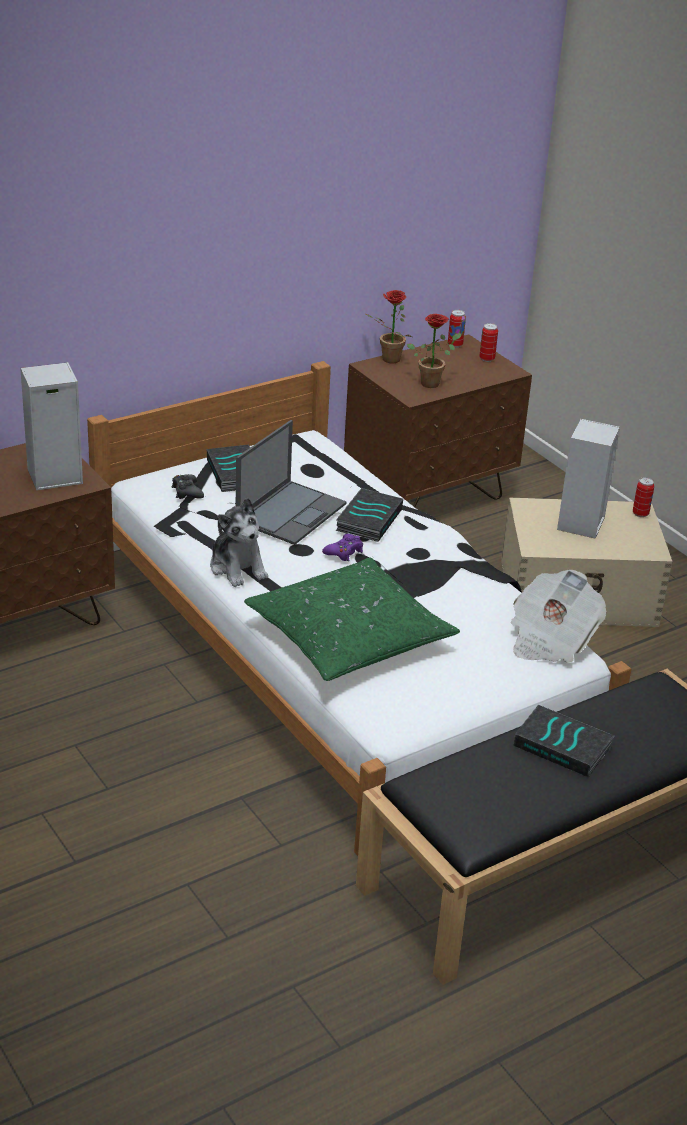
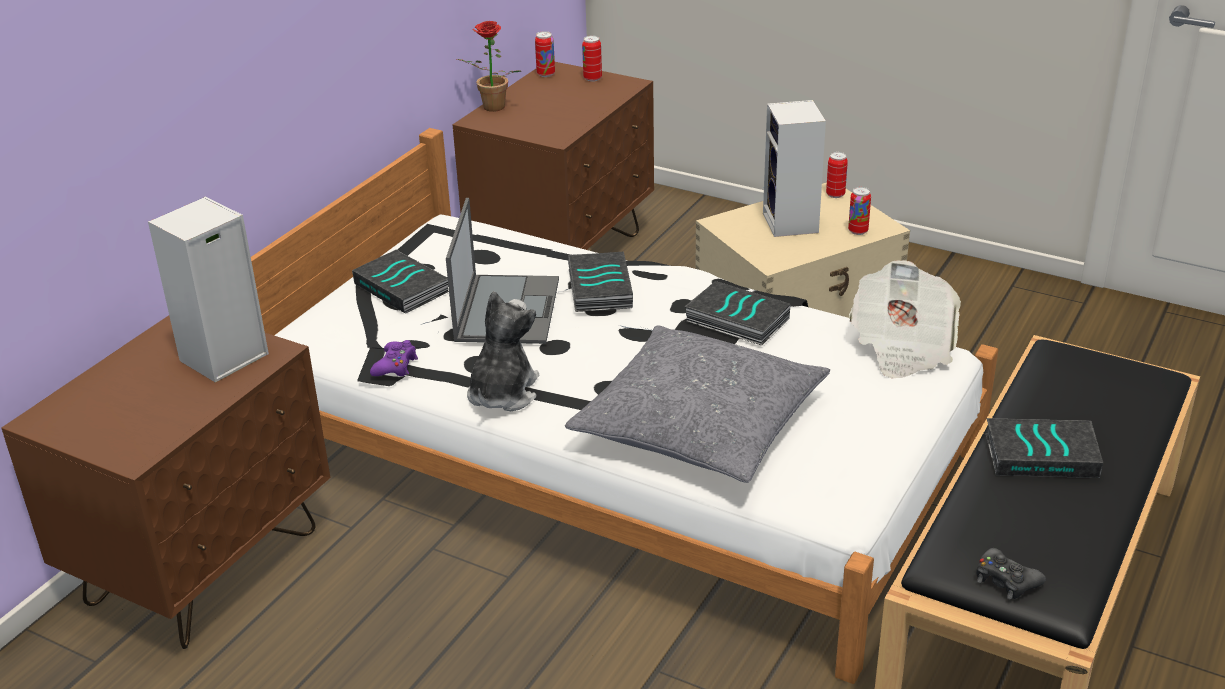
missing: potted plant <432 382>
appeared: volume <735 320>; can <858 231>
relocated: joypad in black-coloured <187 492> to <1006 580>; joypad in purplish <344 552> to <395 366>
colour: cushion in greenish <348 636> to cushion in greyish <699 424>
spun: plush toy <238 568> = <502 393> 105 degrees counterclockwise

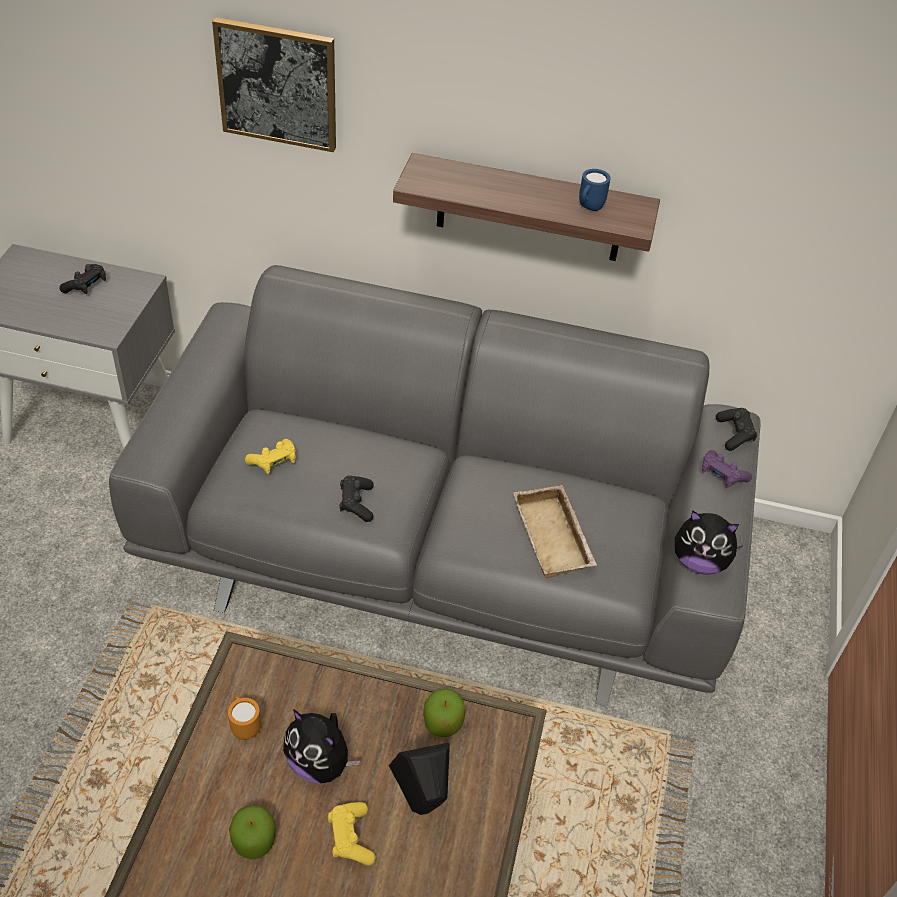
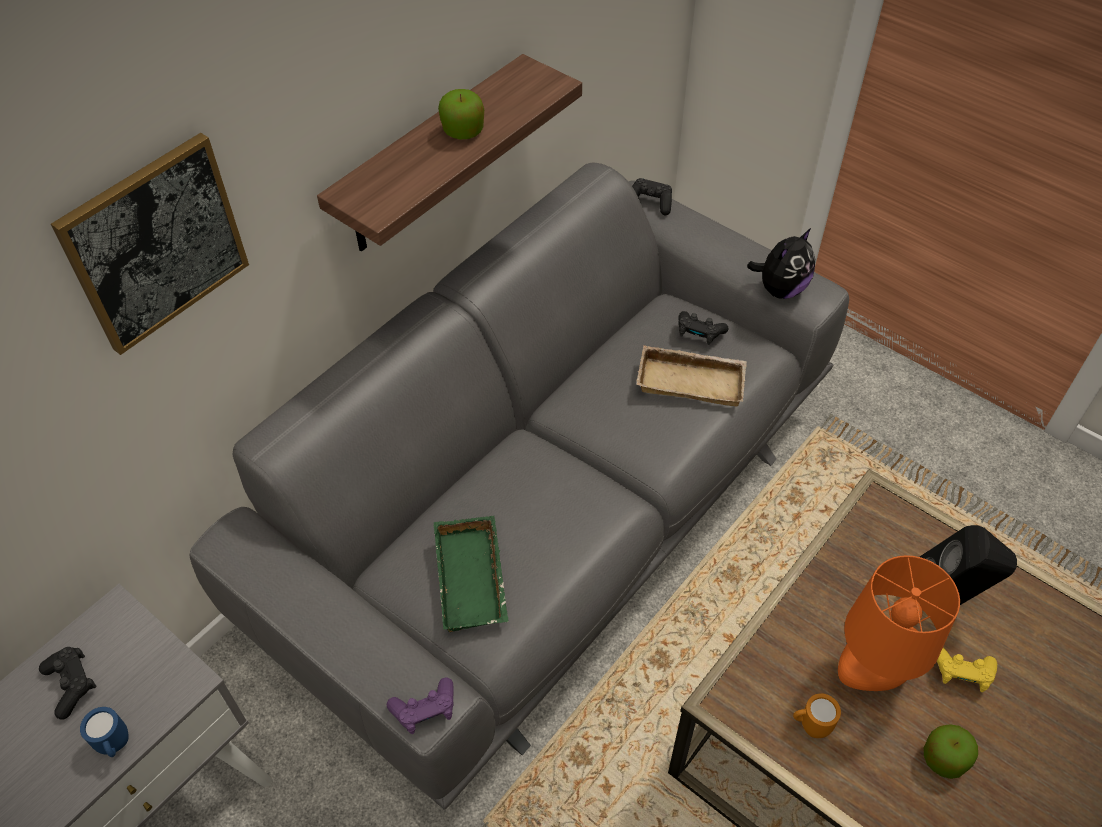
relocated: joypad in black-coloured <356 503> to <699 333>; apple fruit <443 722> to <463 131>; coffee mug in bluish <589 208> to <115 746>; joypad in purplish <721 475> to <425 710>
exchanged: joypad in yellow-coloured <273 462> to serving tray in greenish <474 579>; plush toy <320 763> to tabletop lamp in orange-coloured <872 671>

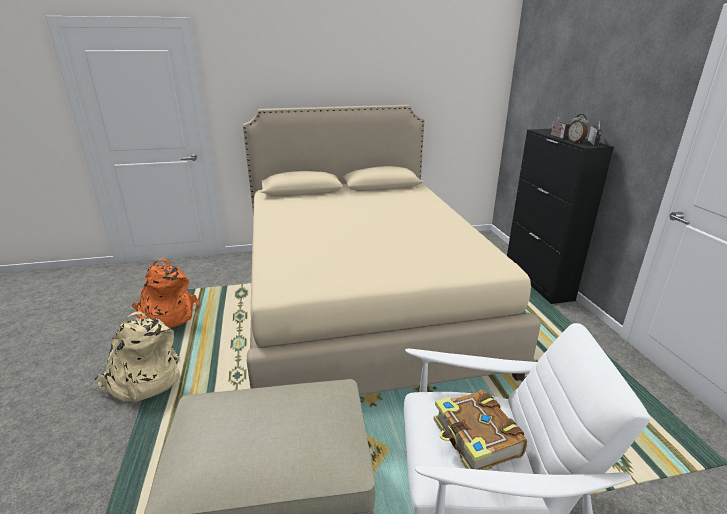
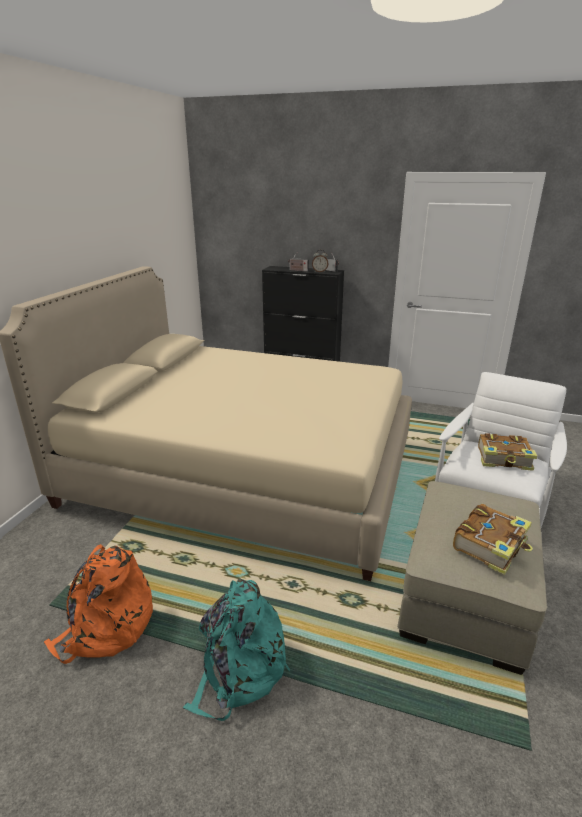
appeared: volume <491 545>
colour: knapsack in beige <143 380> to knapsack in turquoise <238 669>

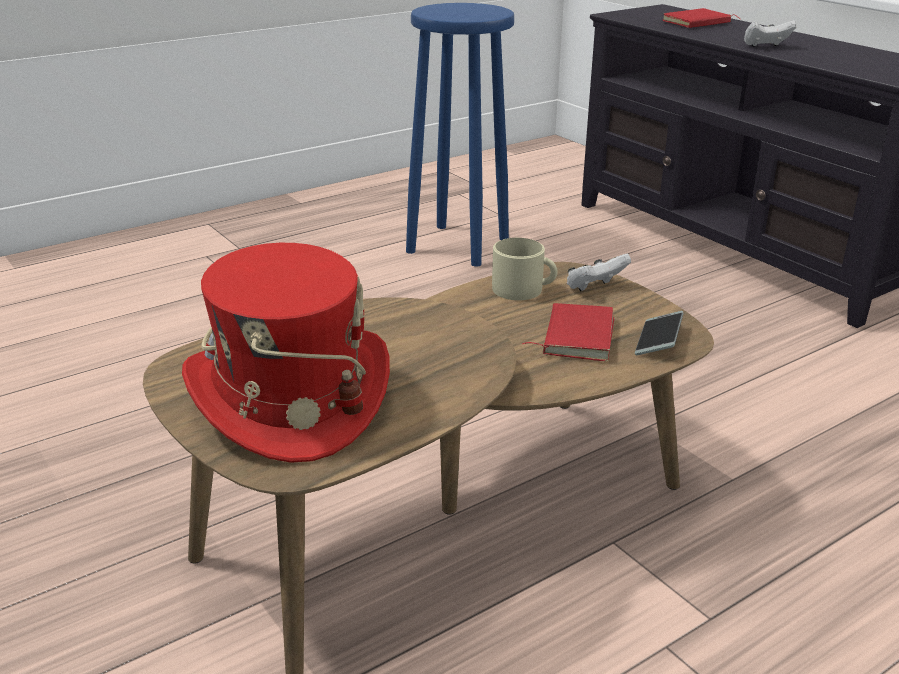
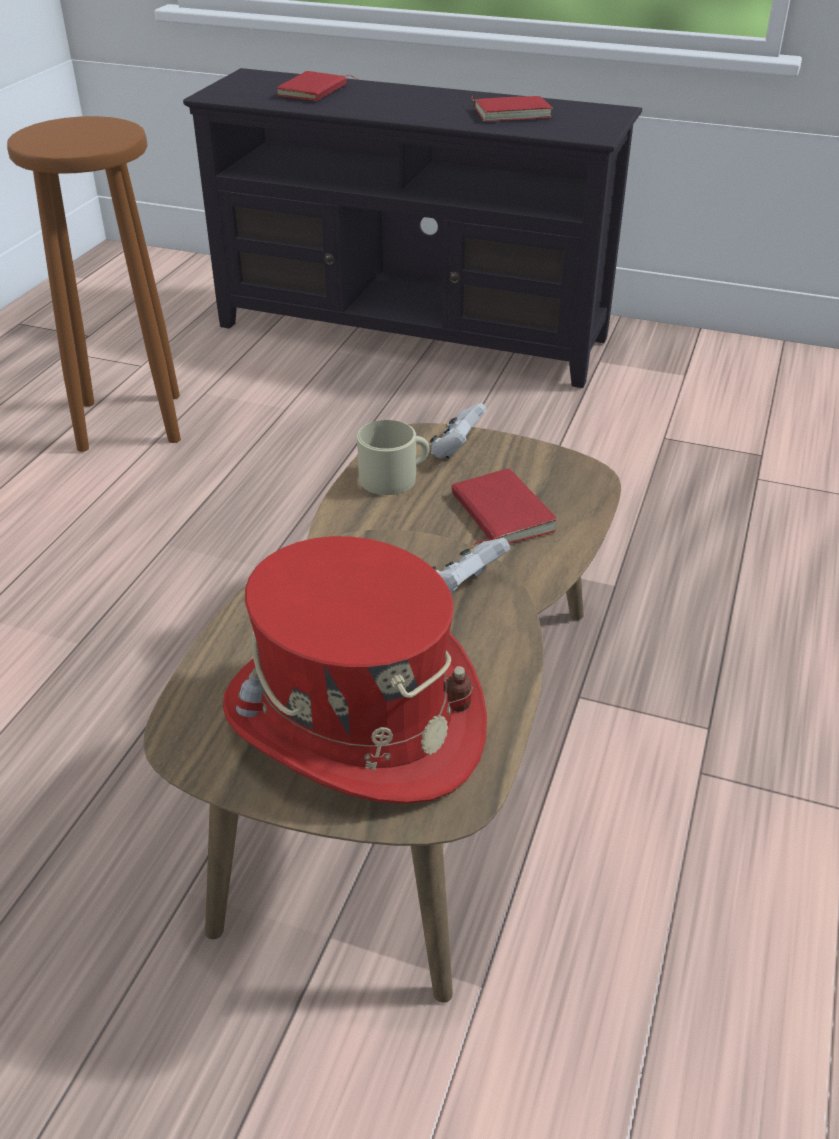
missing: handset <658 340>
appeared: volume in red-coloured <511 113>
relocated: joypad in whitish <765 46> to <464 587>
colour: stool in bluish <458 244> to stool in brownish <130 420>

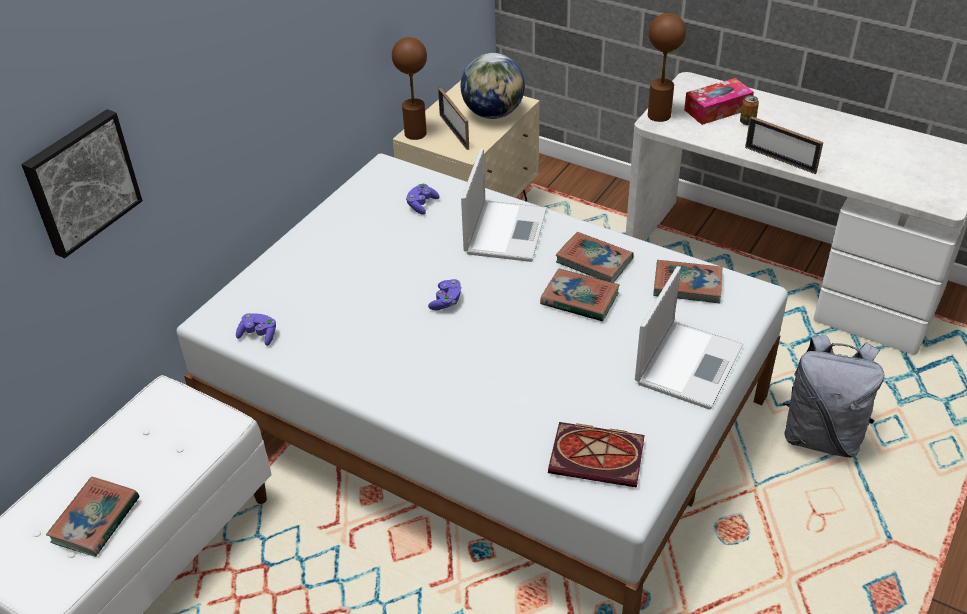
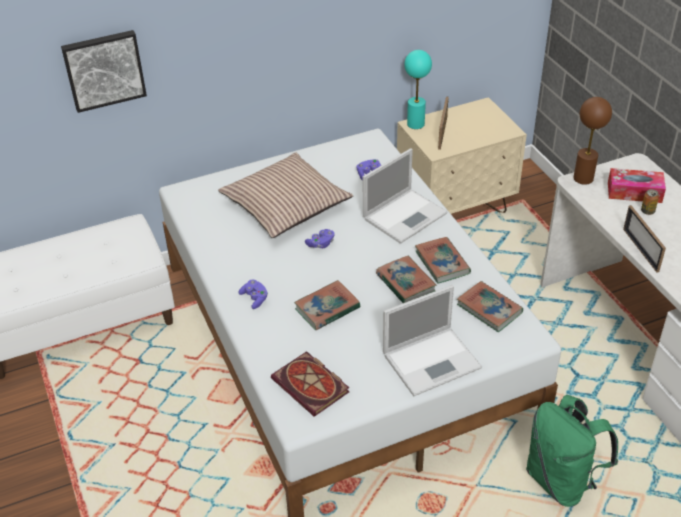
missing: desk globe <493 113>
appeared: cushion <285 205>
relocated: volume <95 520> to <327 308>; joypad in purplish <259 335> to <255 298>
colour: tabletop lamp in brownish <415 134> to tabletop lamp in turquoise <415 124>; knapsack in greyish <821 436> to knapsack in greenish <561 480>

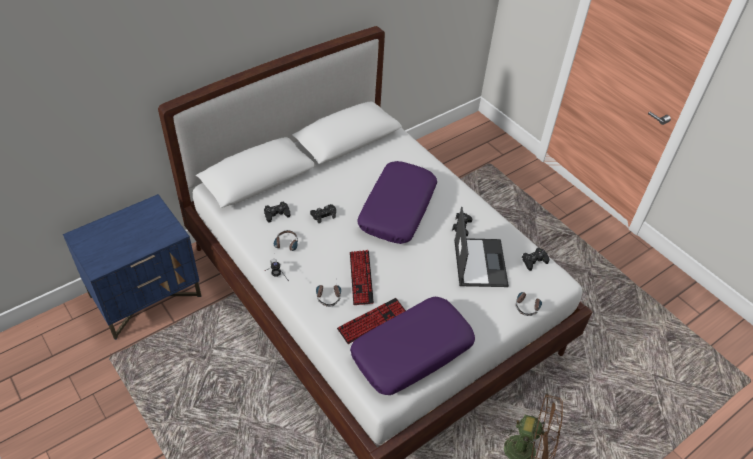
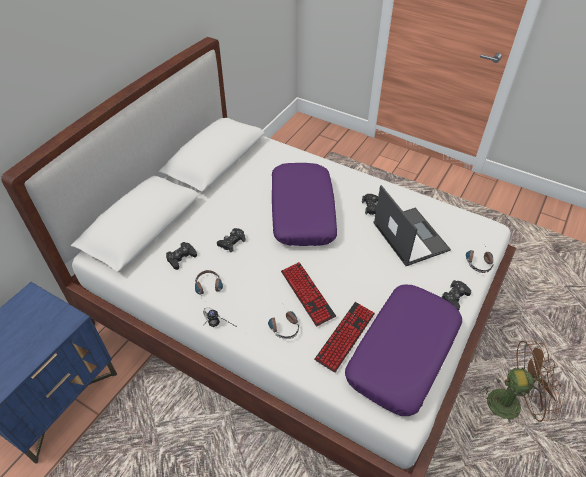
relocated: joypad in black-coloured <534 261> to <455 297>

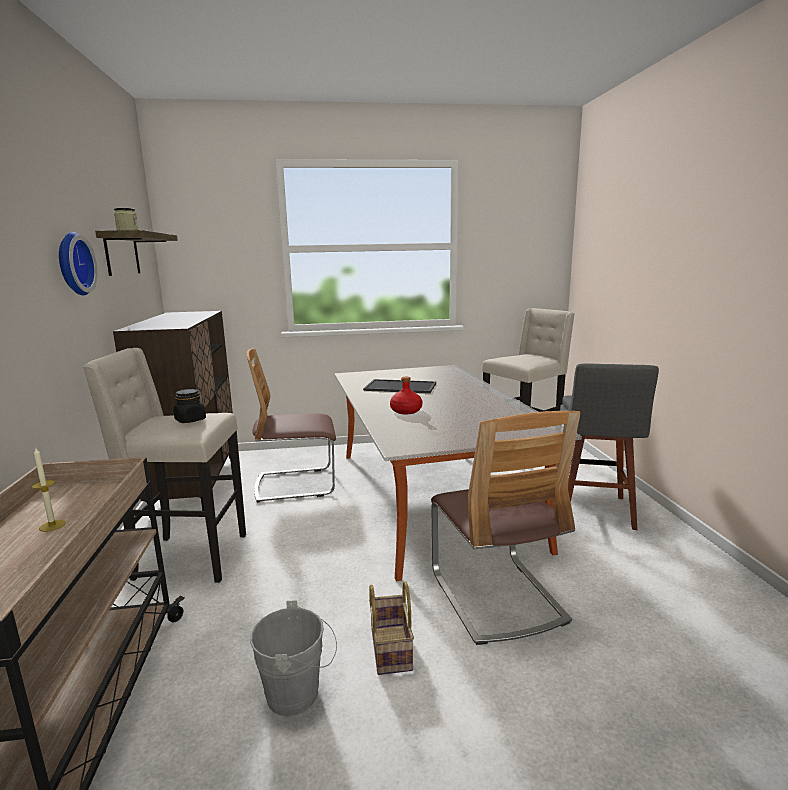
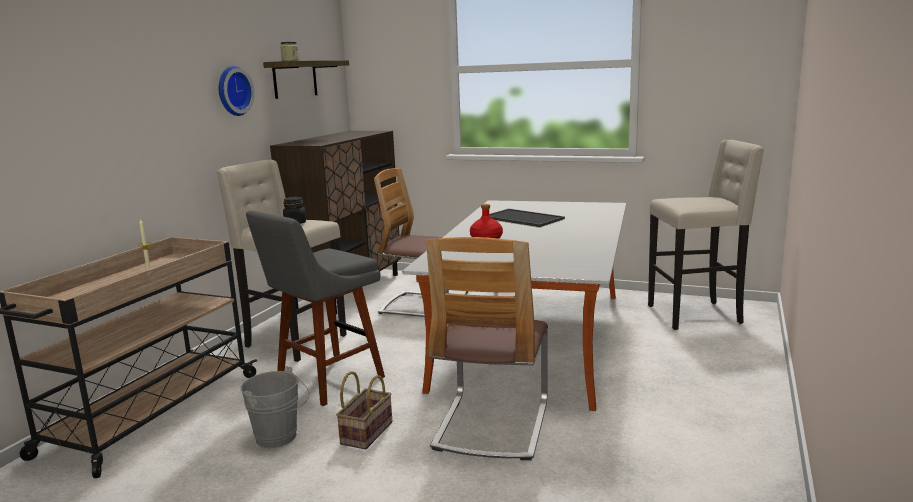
relocated: stool in greyish <593 512> to <326 382>

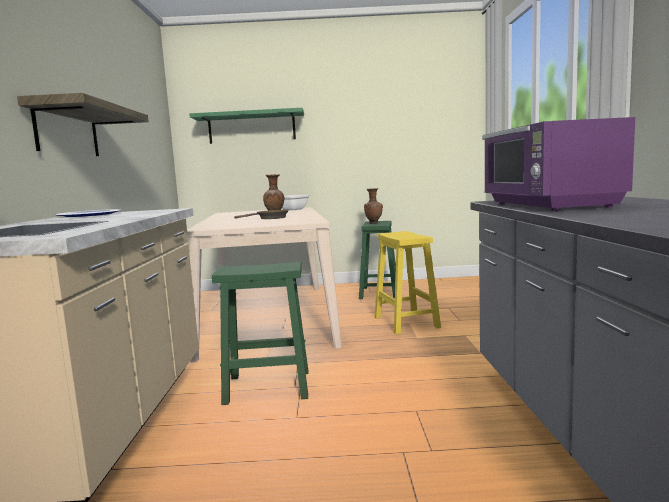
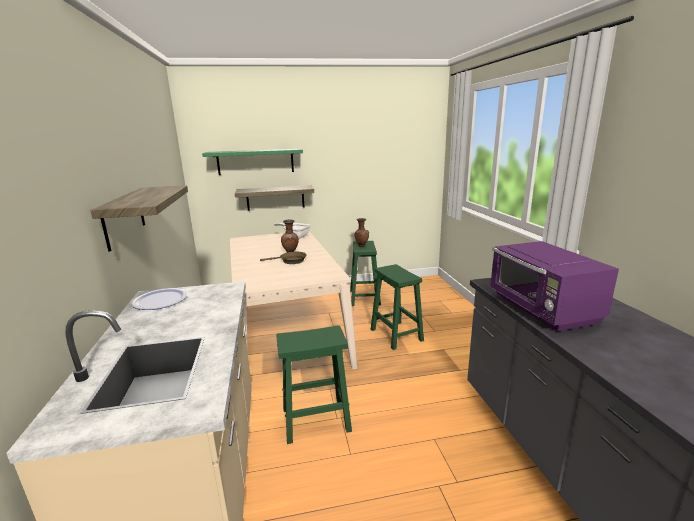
appeared: shelf <275 198>
colour: stool in yellow-coloured <407 322> to stool in greenish <397 335>

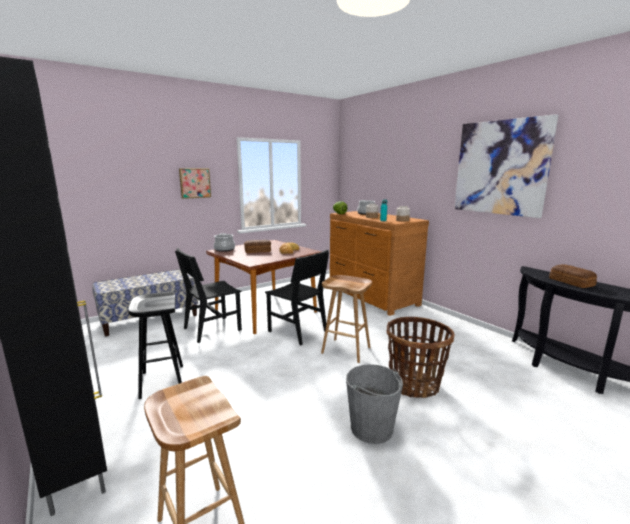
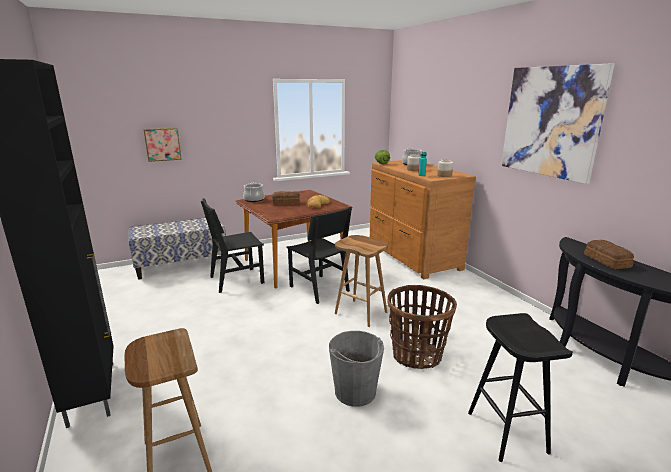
relocated: stool in black-coloured <161 381> to <505 431>; wall picture <194 183> to <162 144>

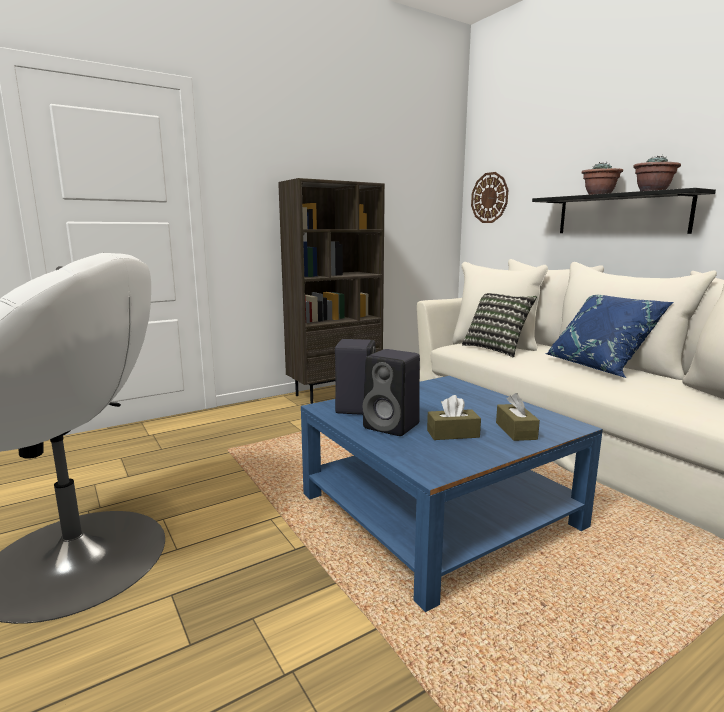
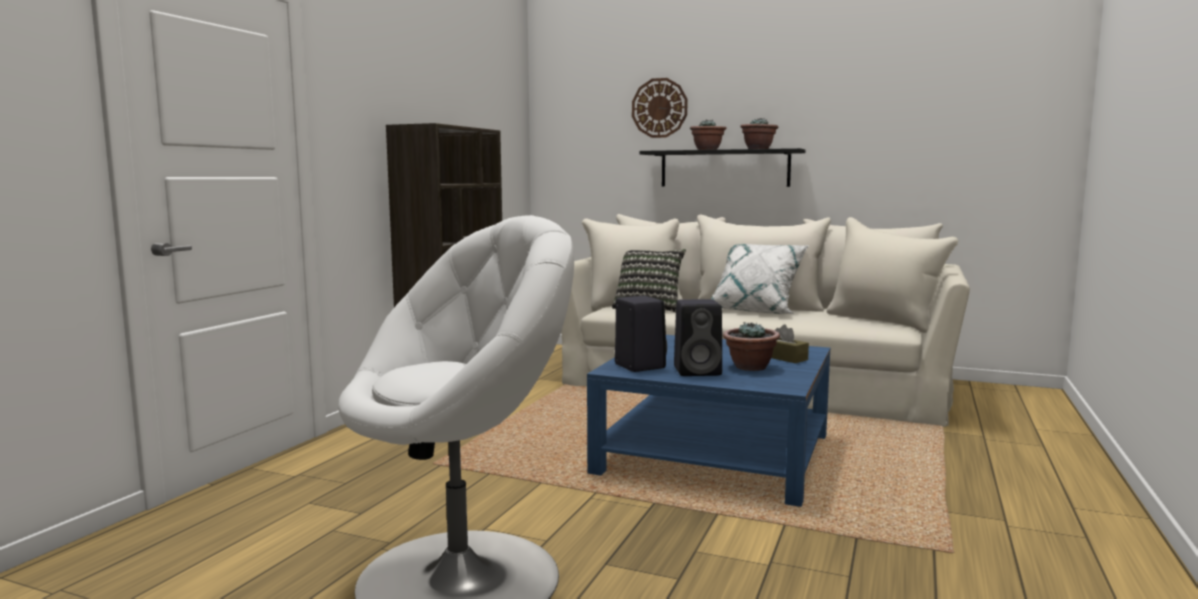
relocated: clock on the wall <489 198> to <659 108>
exchanged: tissue holder in brownish <453 434> to potted plant <750 367>
colour: cushion in bluish <599 367> to cushion in whitish <755 310>

